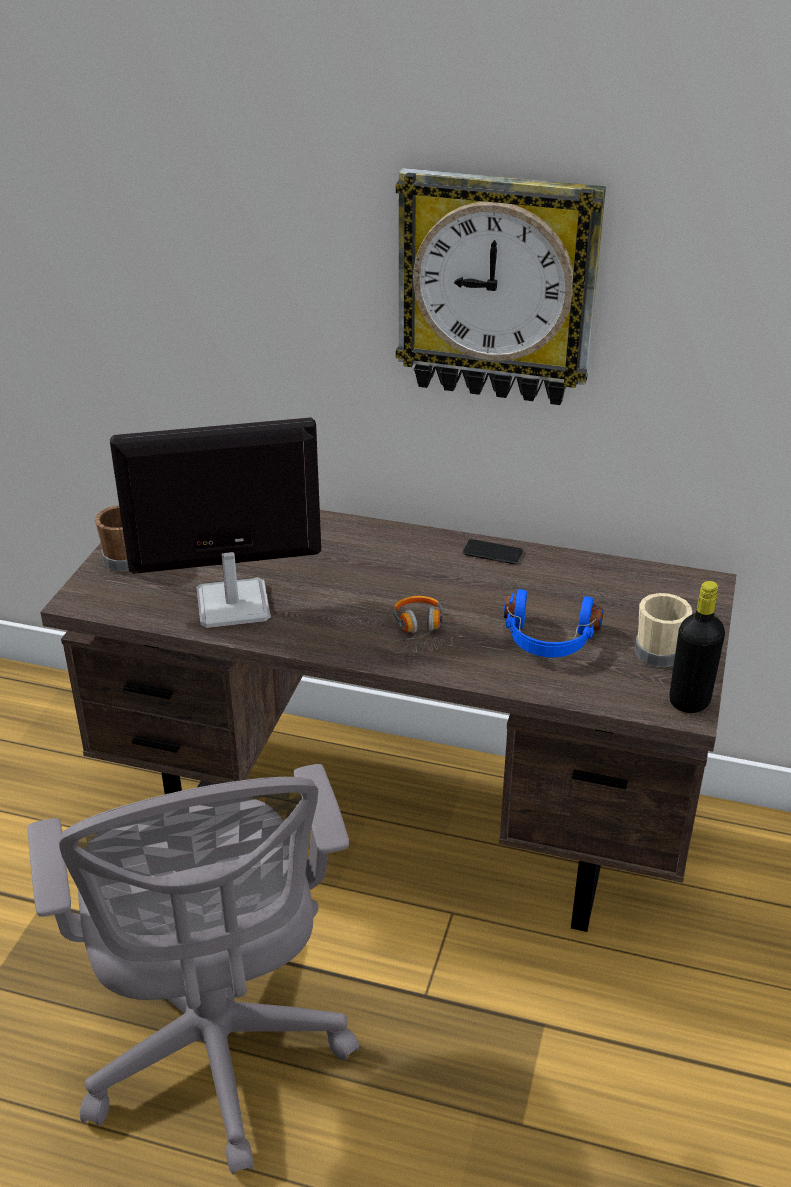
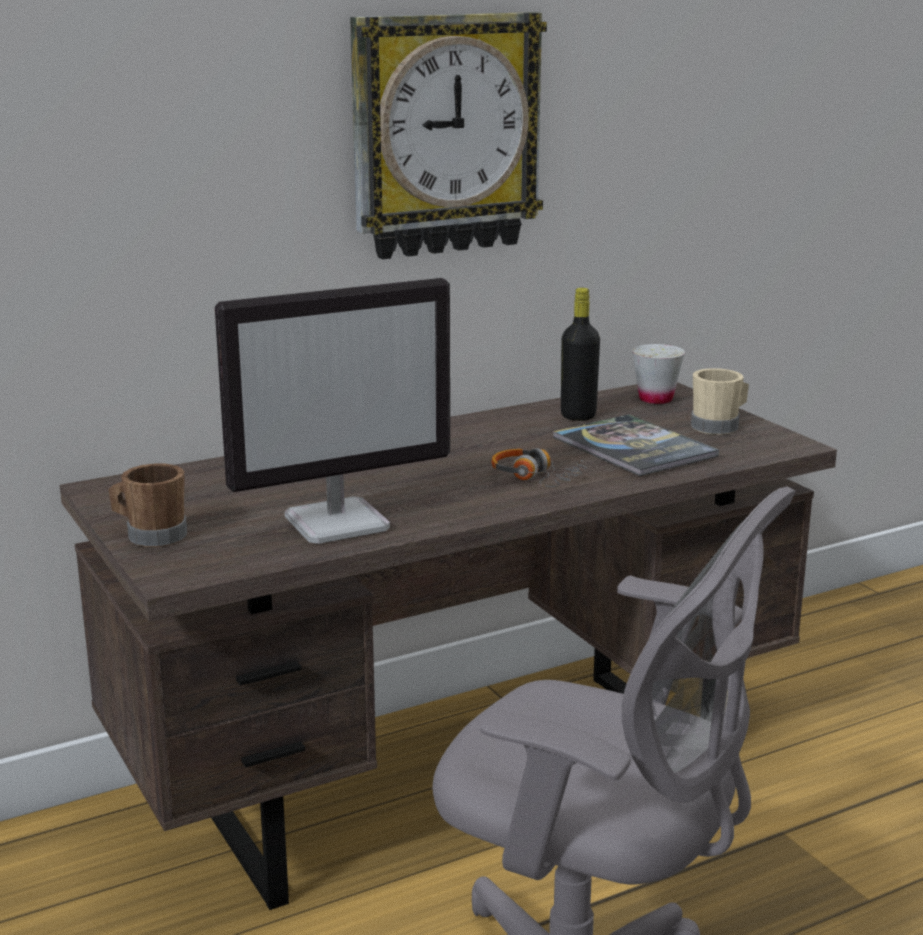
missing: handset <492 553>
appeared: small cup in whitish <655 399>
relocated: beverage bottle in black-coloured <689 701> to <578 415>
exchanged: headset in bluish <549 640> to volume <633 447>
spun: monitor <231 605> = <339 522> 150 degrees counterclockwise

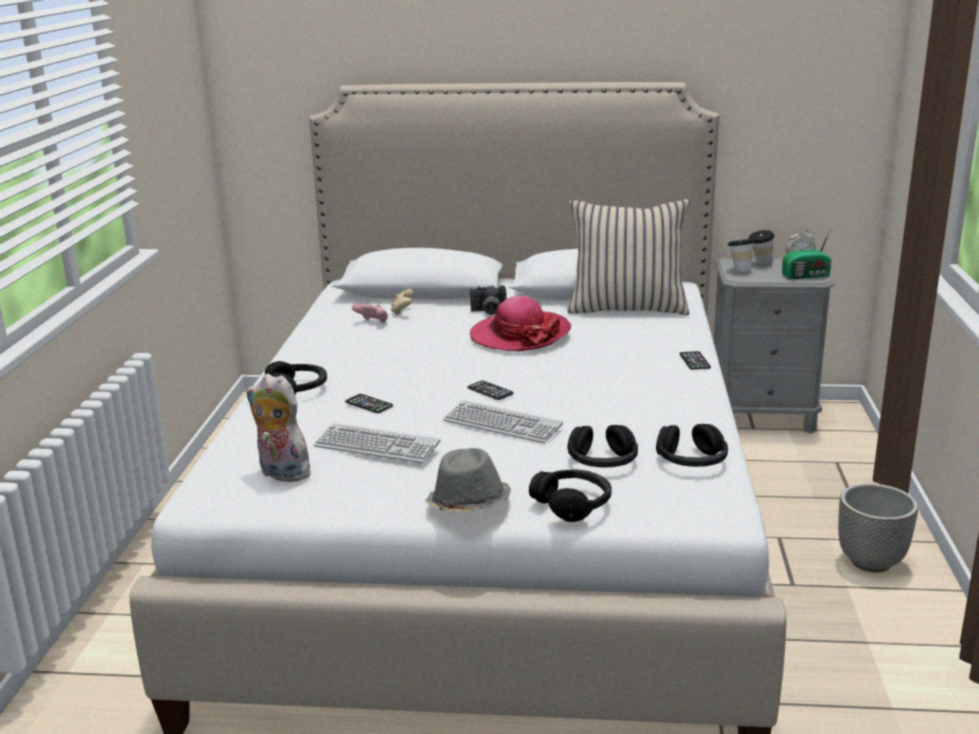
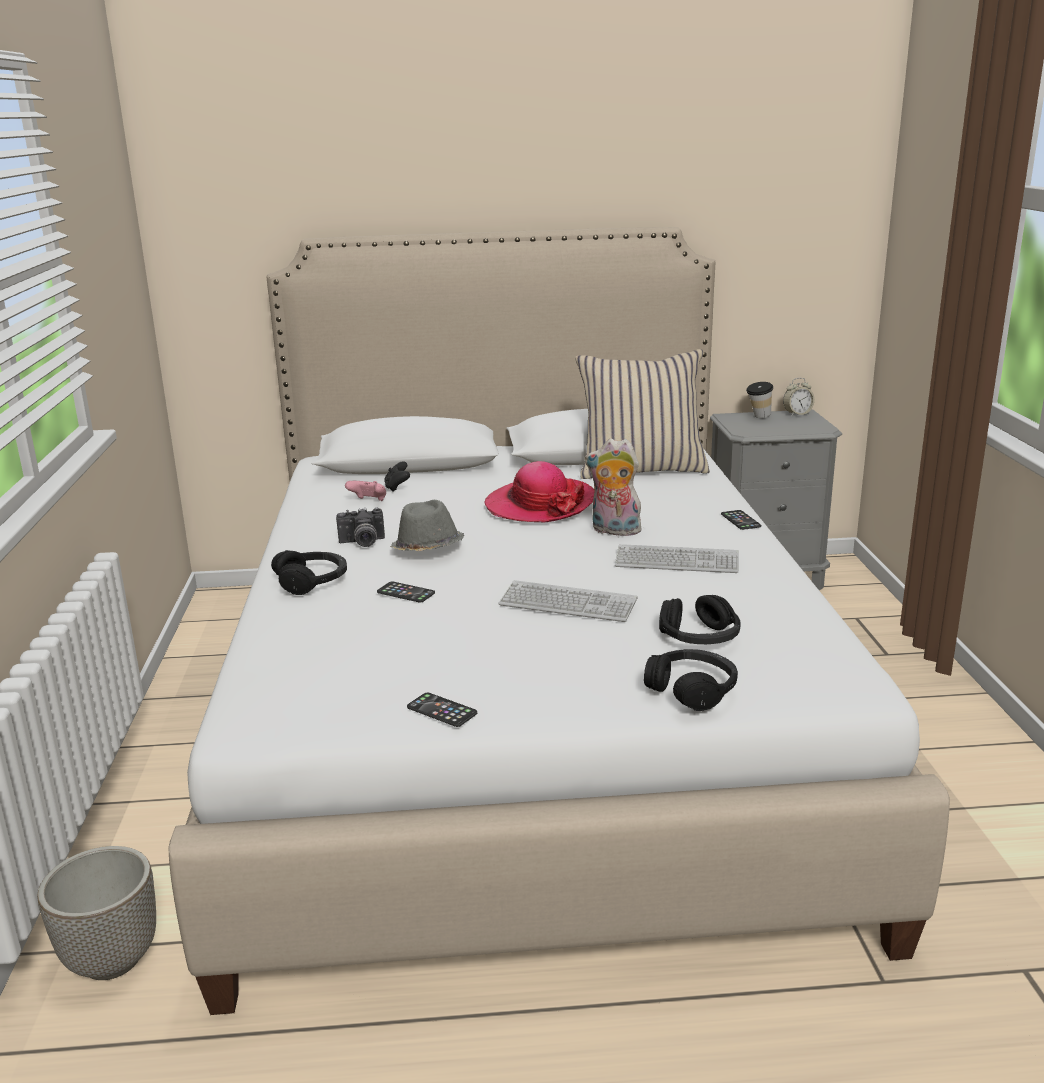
missing: headset in black-coloured <691 461>; small cup <739 270>; radio <807 276>
relocated: plush toy <281 474> to <614 531>; computer keyboard <376 445> to <676 561>; clothing hat in greyish <468 504> to <427 549>; handset <490 391> to <442 710>; still camera <488 312> to <362 543>; planter <870 563> to <111 961>
colour: joypad in beige <402 312> to joypad in black-coloured <397 487>

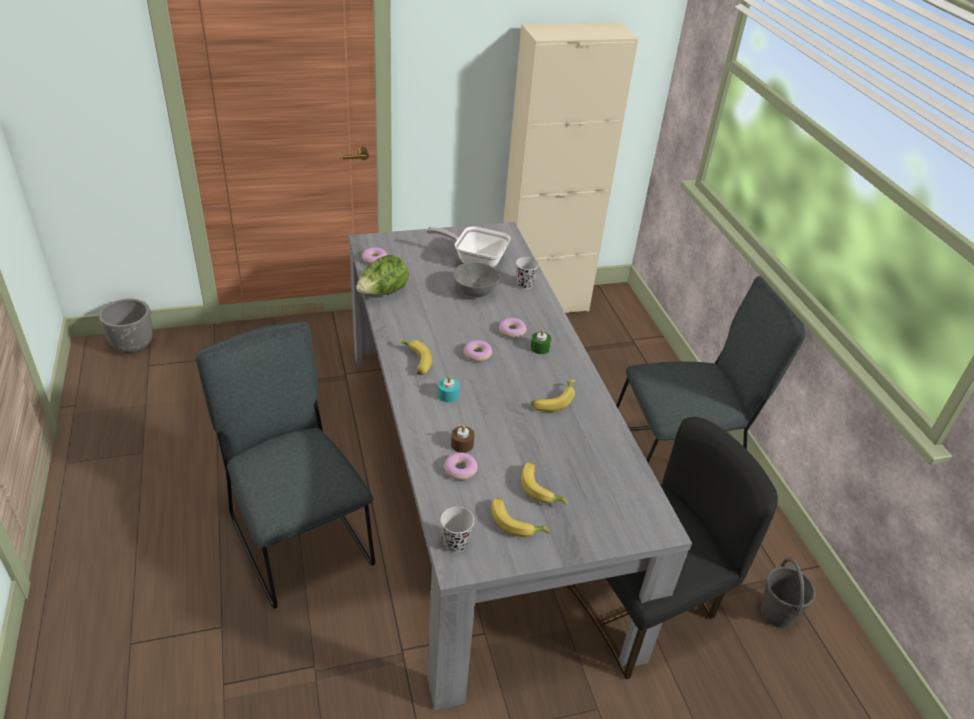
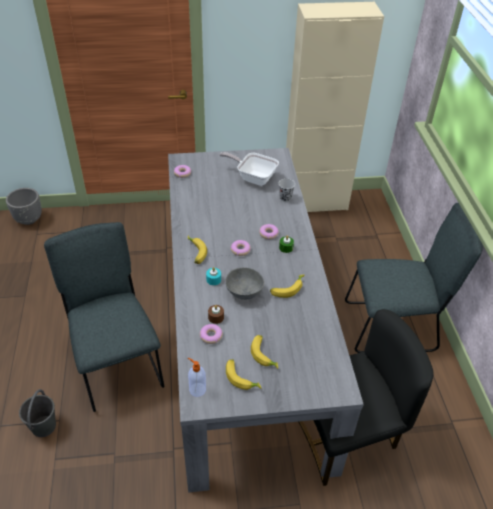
missing: head of lettuce <383 293>
relocated: bowl in greyish <475 292> to <244 293>; bucket in greyish <777 613> to <43 427>
exchanged: small cup in black-coloured <455 543> to soap dispenser <197 389>

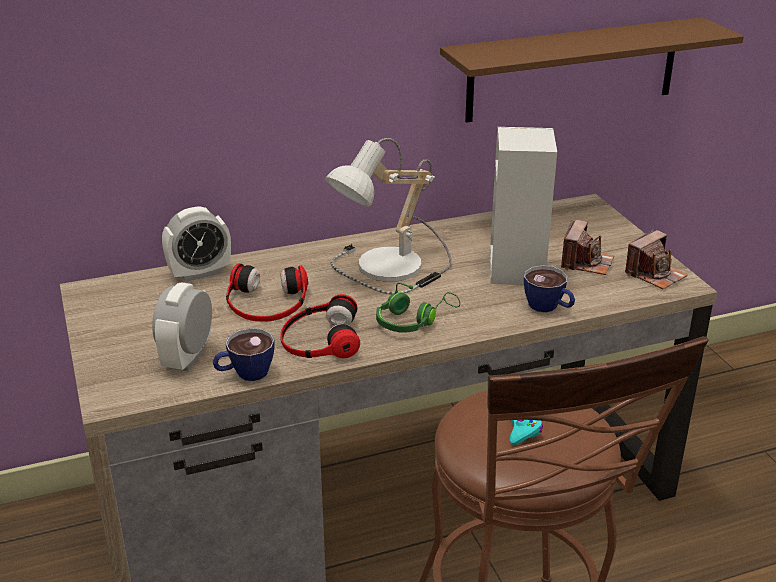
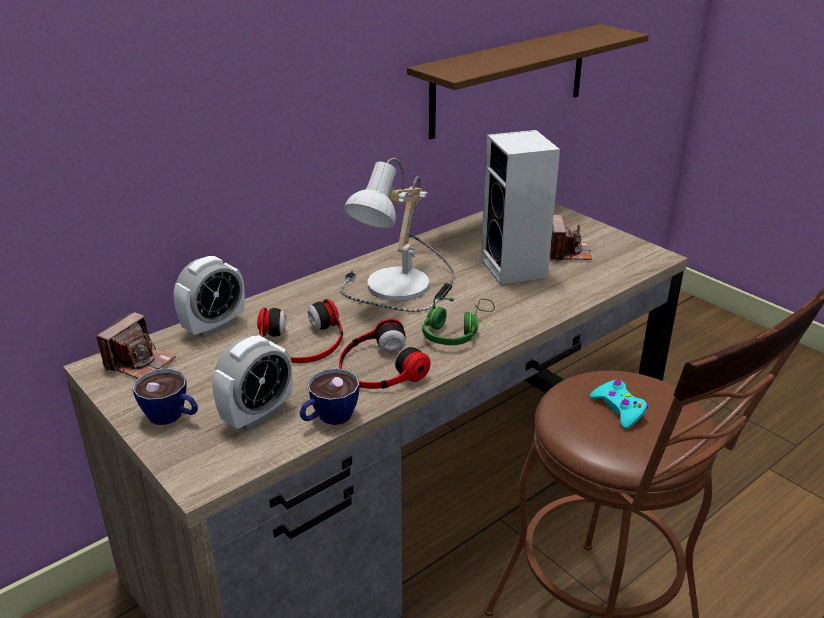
relocated: small cup <549 307> to <172 417>; still camera <655 275> to <139 362>
spun: bedside clock <187 358> = <257 415> 135 degrees counterclockwise

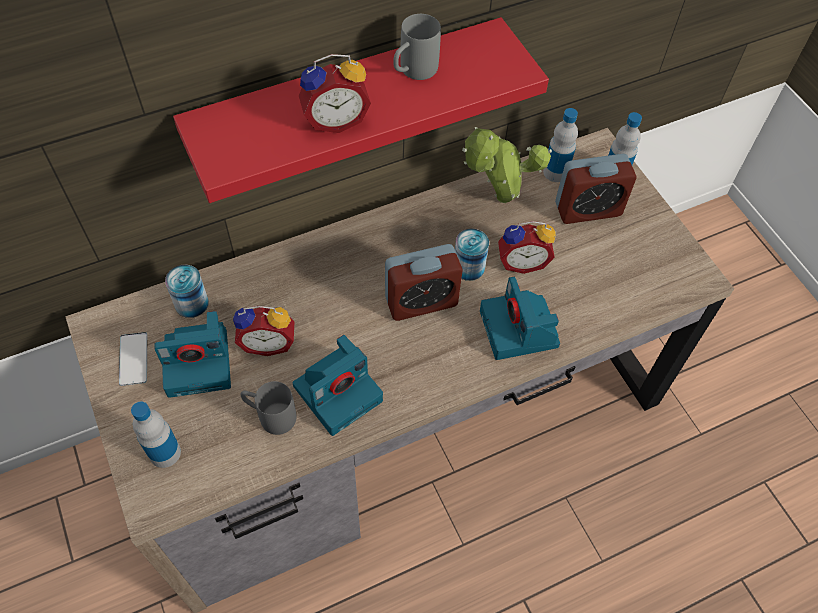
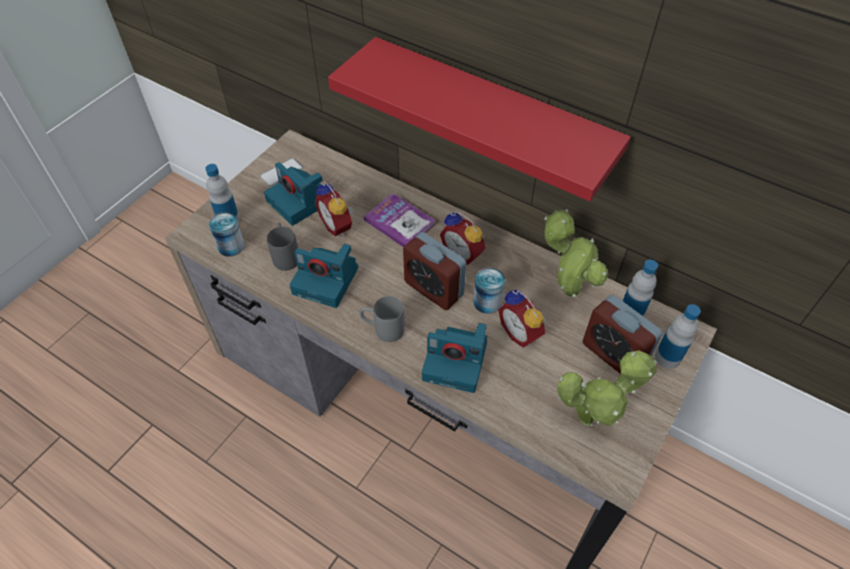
appeared: volume <399 222>; potted plant <591 418>
relocated: can <191 303> to <231 246>; bedside clock <335 120> to <463 253>; coffee mug in greyish <413 72> to <382 329>
spun: still camera <520 330> = <456 361> 120 degrees counterclockwise

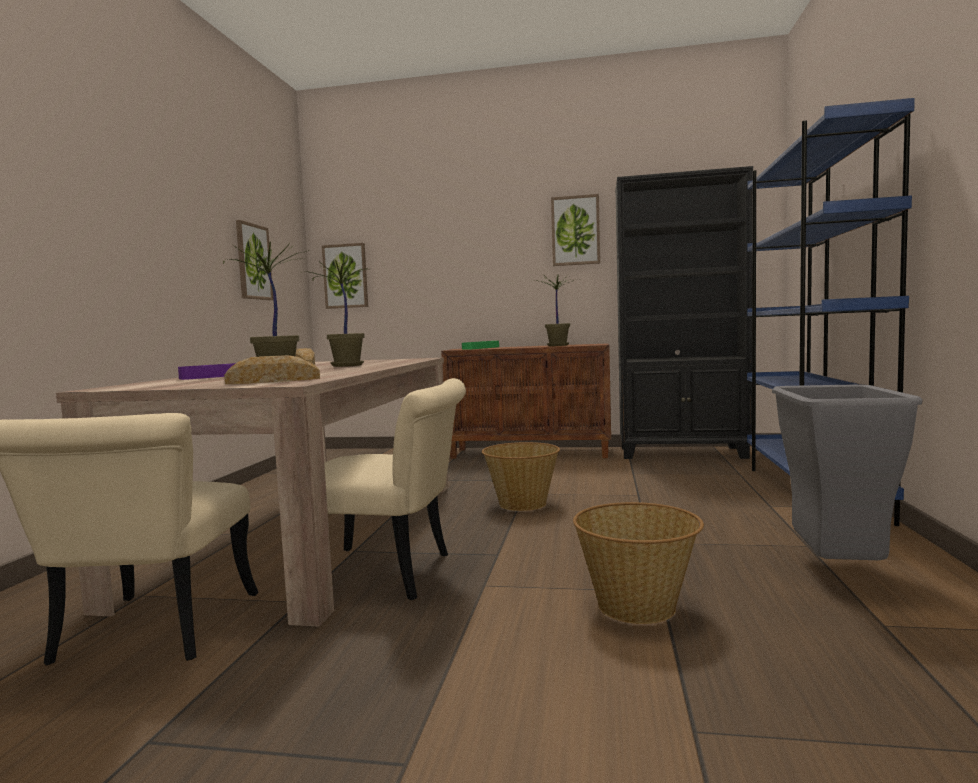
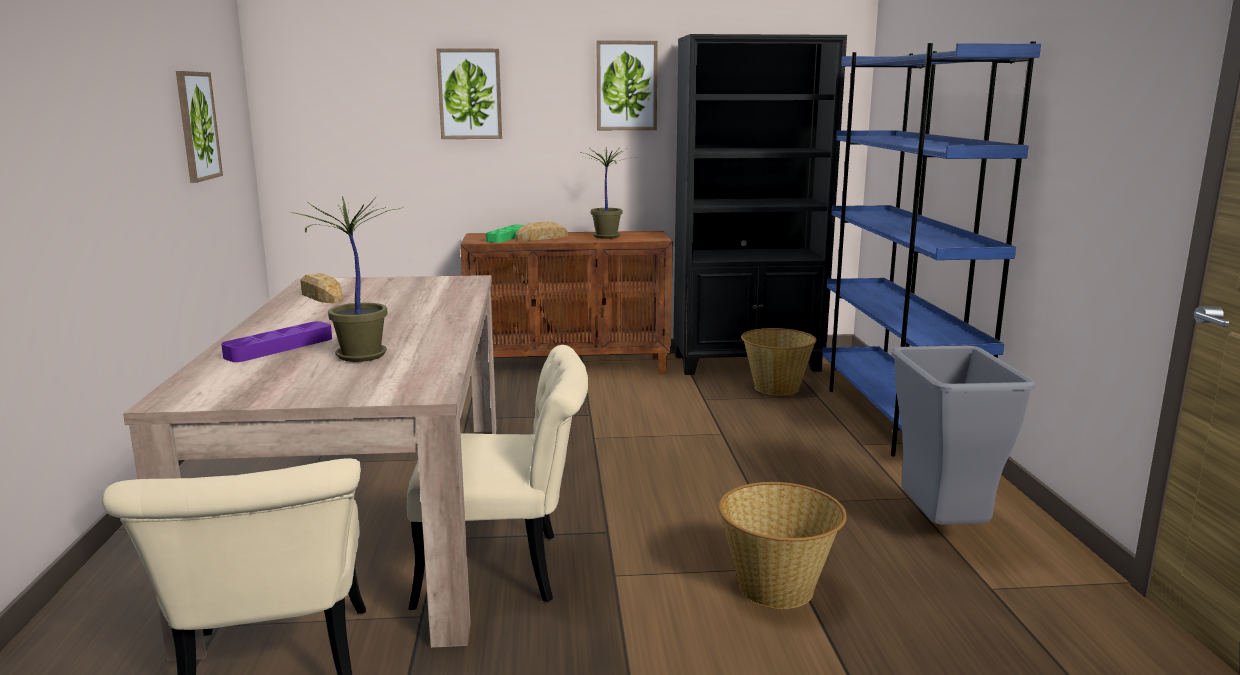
missing: potted plant <345 365>
relocated: bakery bread <273 381> to <542 238>; wall picture <345 276> to <470 94>; basket <522 503> to <776 387>

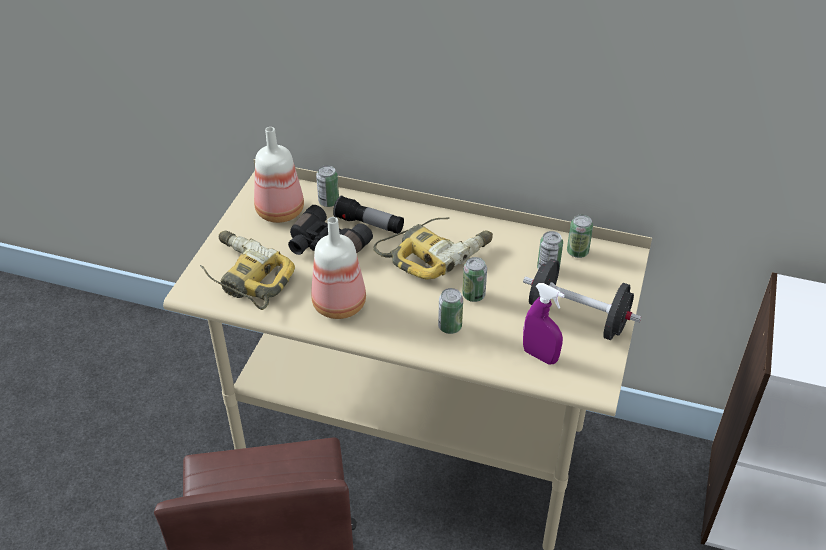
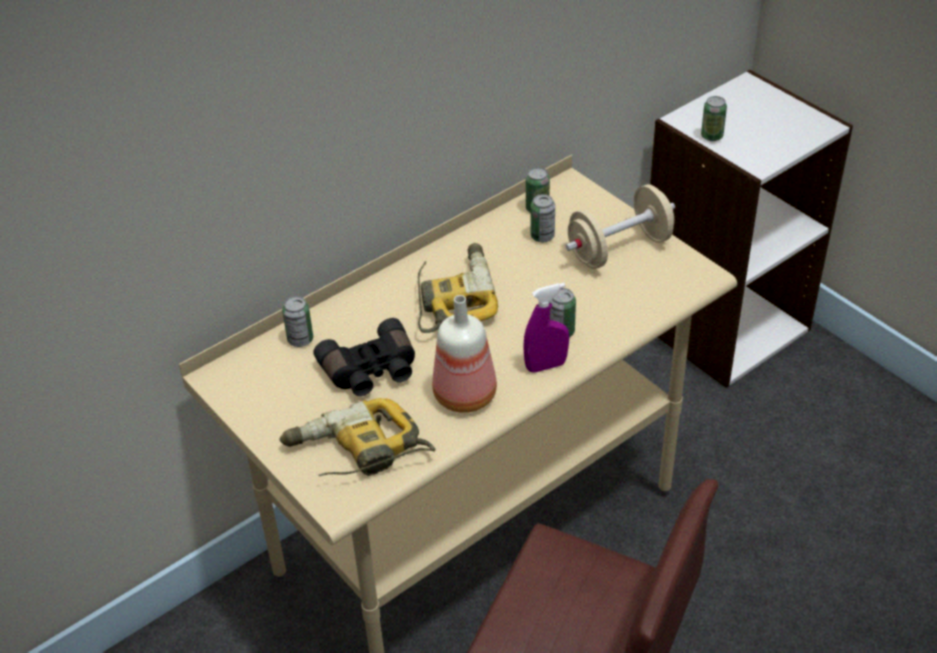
missing: beverage bottle <279 210>; flashlight <369 224>
relocated: can <473 295> to <711 136>; sprayer in purplish <540 356> to <546 366>
colour: dumbbell in black-coloured <577 319> to dumbbell in beige <619 249>

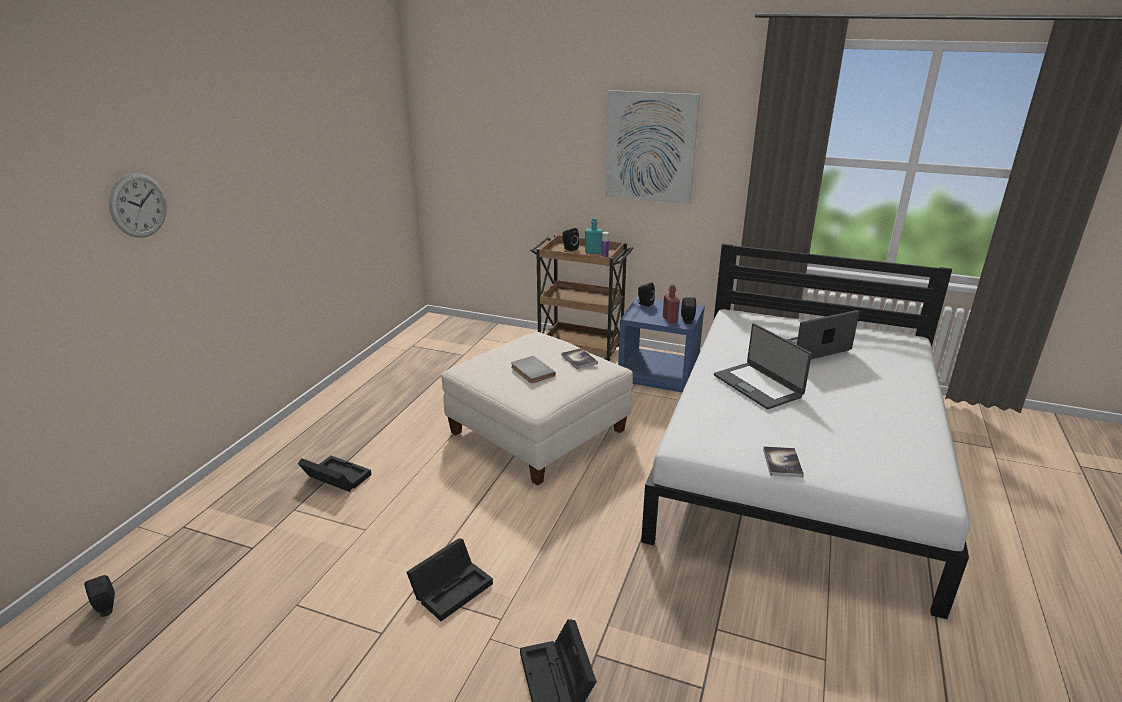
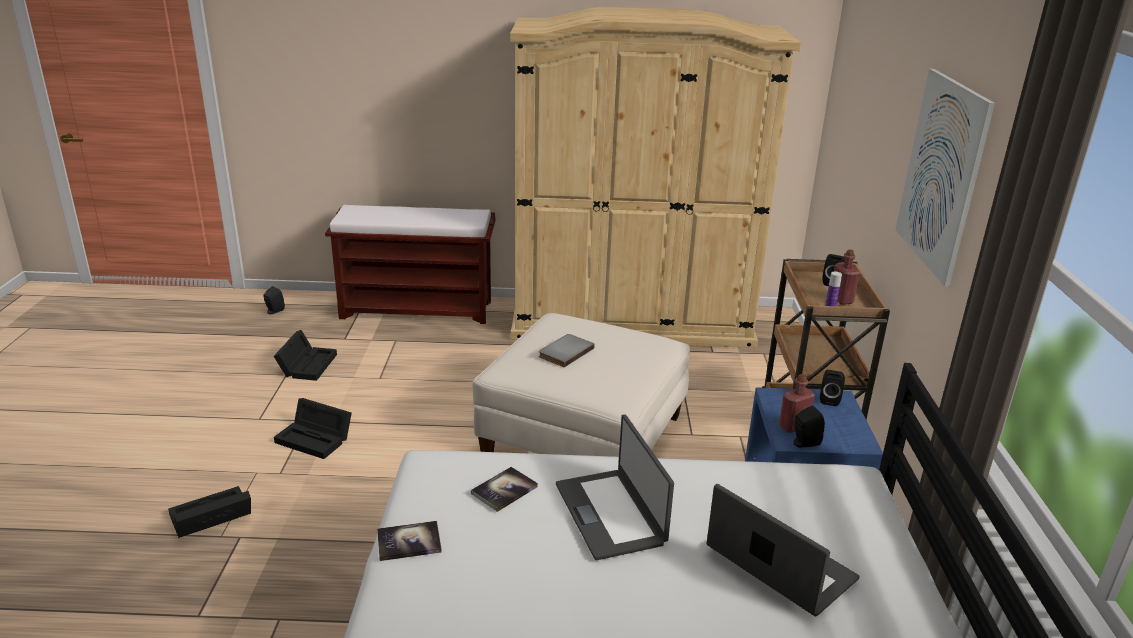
missing: clock on the wall <138 205>
appeared: long seat in brownish <418 309>; clothes cupboard in beige <631 322>
relocated: storage container in black-coloured <335 478> to <307 364>; volume <579 359> to <504 490>
colour: beverage bottle in turquoise <593 252> to beverage bottle in red-coloured <841 299>
spun: laptop <758 385> = <611 513> 60 degrees counterclockwise

